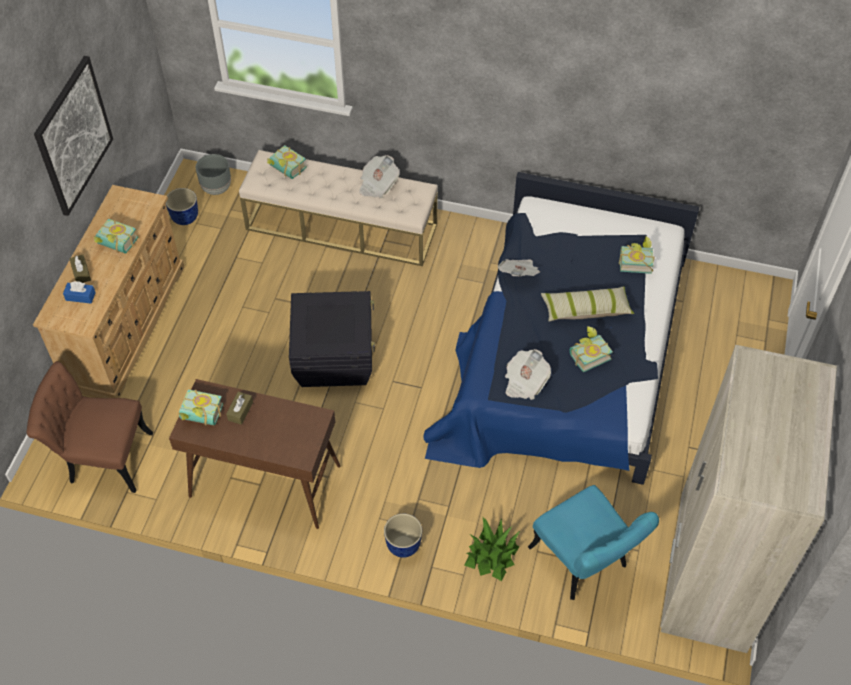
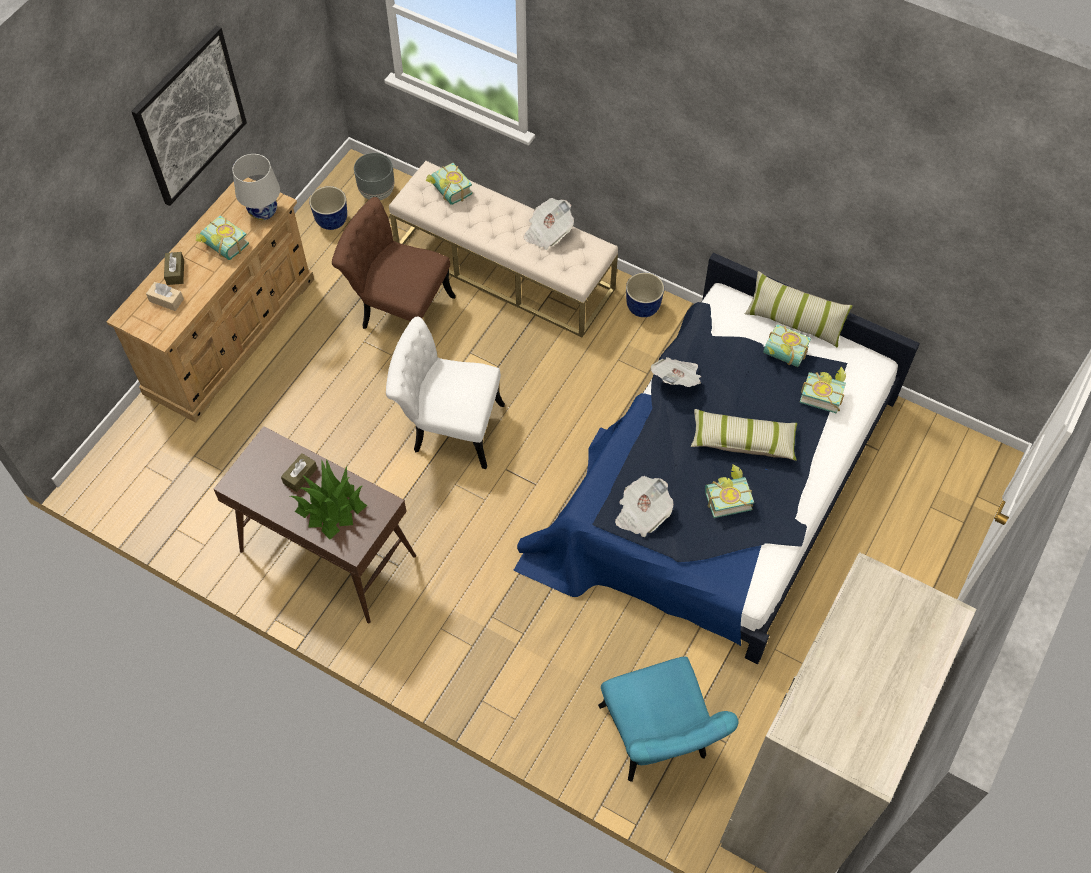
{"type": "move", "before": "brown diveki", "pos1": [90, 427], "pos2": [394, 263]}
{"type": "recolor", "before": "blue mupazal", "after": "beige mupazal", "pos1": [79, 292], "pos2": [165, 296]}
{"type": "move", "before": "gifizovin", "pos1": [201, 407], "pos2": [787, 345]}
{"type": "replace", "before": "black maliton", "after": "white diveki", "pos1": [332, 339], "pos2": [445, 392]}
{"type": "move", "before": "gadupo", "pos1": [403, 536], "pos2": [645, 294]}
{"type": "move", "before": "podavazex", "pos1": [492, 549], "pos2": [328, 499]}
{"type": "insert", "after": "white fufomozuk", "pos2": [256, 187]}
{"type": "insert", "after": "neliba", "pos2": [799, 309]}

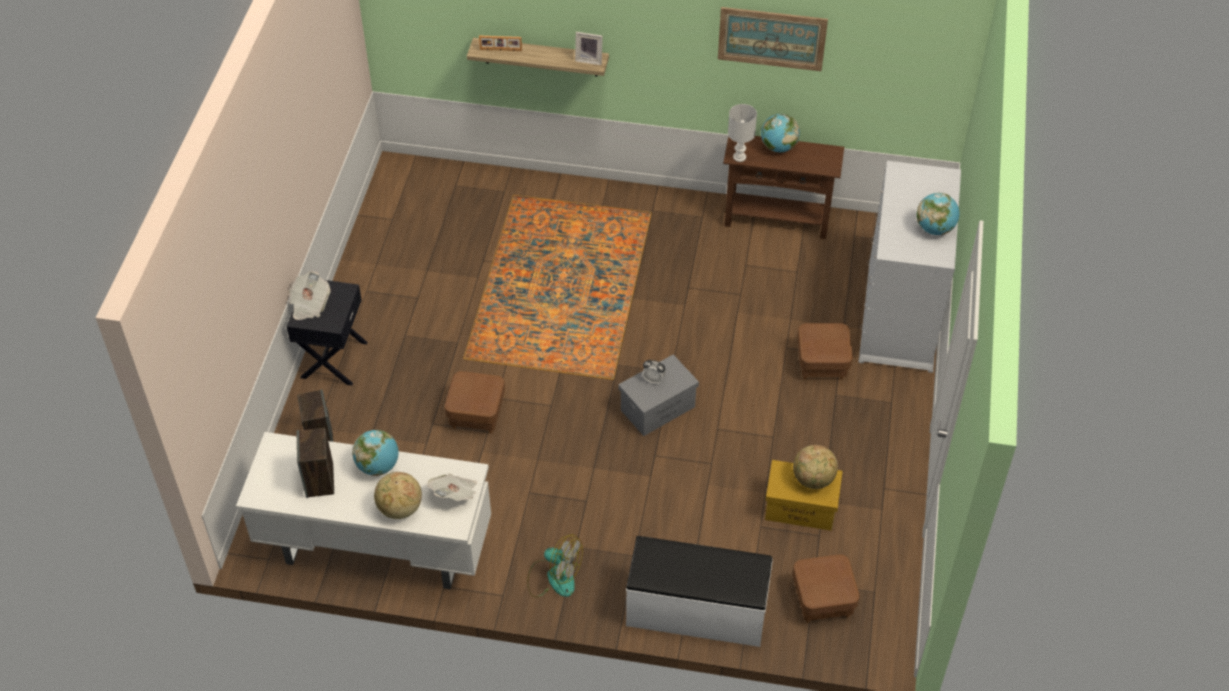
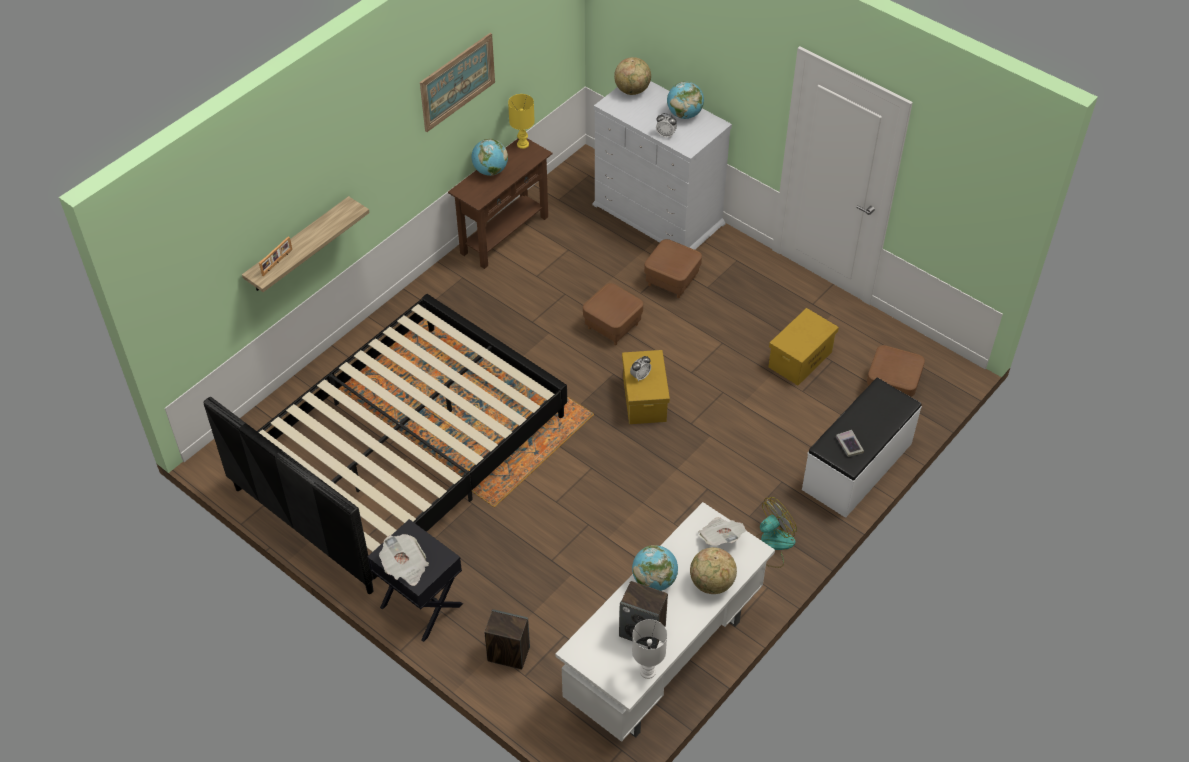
{"type": "move", "before": "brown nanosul", "pos1": [475, 402], "pos2": [613, 314]}
{"type": "delete", "before": "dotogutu", "pos1": [589, 48]}
{"type": "recolor", "before": "grey maliton", "after": "yellow maliton", "pos1": [658, 395], "pos2": [646, 387]}
{"type": "move", "before": "white fufomozuk", "pos1": [742, 133], "pos2": [649, 649]}
{"type": "move", "before": "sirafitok", "pos1": [815, 467], "pos2": [632, 76]}
{"type": "insert", "after": "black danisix", "pos2": [385, 444]}
{"type": "insert", "after": "yellow fufomozuk", "pos2": [521, 121]}
{"type": "insert", "after": "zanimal", "pos2": [666, 126]}
{"type": "insert", "after": "gifizovin", "pos2": [850, 443]}

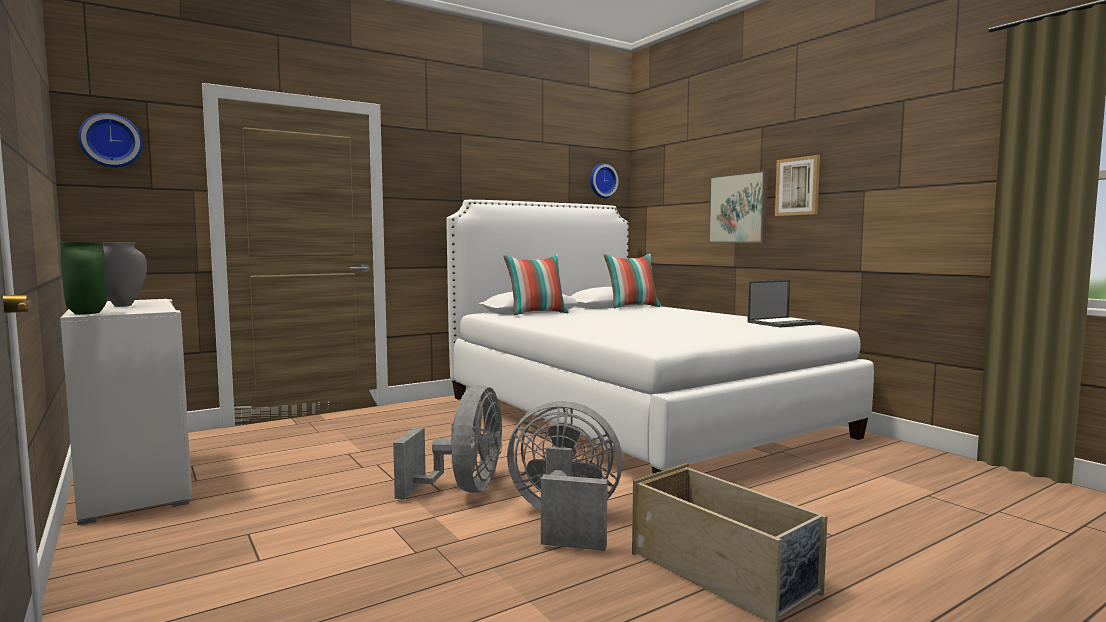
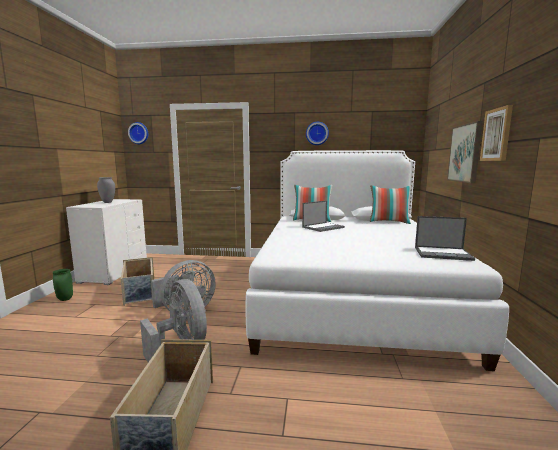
{"type": "move", "before": "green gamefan", "pos1": [83, 278], "pos2": [63, 285]}
{"type": "move", "before": "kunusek", "pos1": [604, 180], "pos2": [317, 133]}
{"type": "insert", "after": "beige maliton", "pos2": [137, 281]}
{"type": "insert", "after": "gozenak", "pos2": [323, 216]}

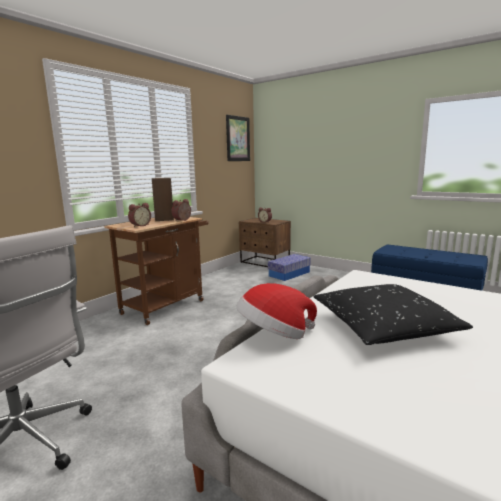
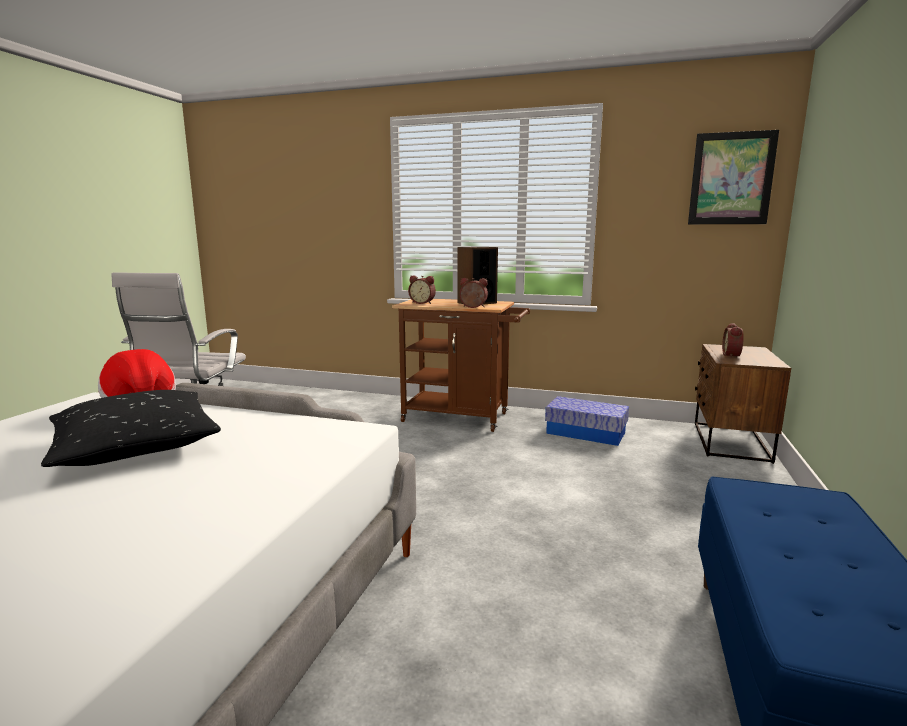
{"type": "move", "before": "maliton", "pos1": [289, 267], "pos2": [587, 421]}

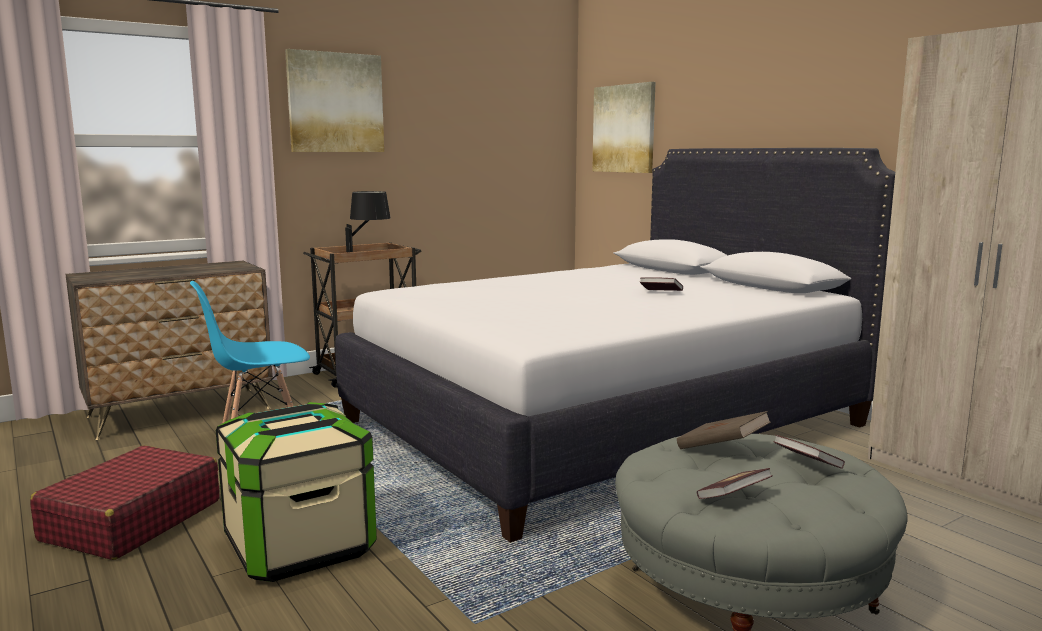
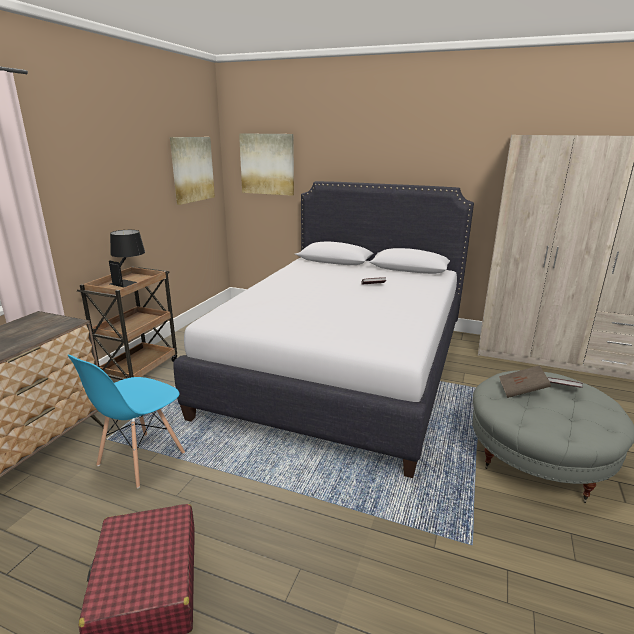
{"type": "delete", "before": "maliton", "pos1": [296, 492]}
{"type": "move", "before": "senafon", "pos1": [334, 100], "pos2": [192, 171]}
{"type": "delete", "before": "gifizovin", "pos1": [734, 483]}

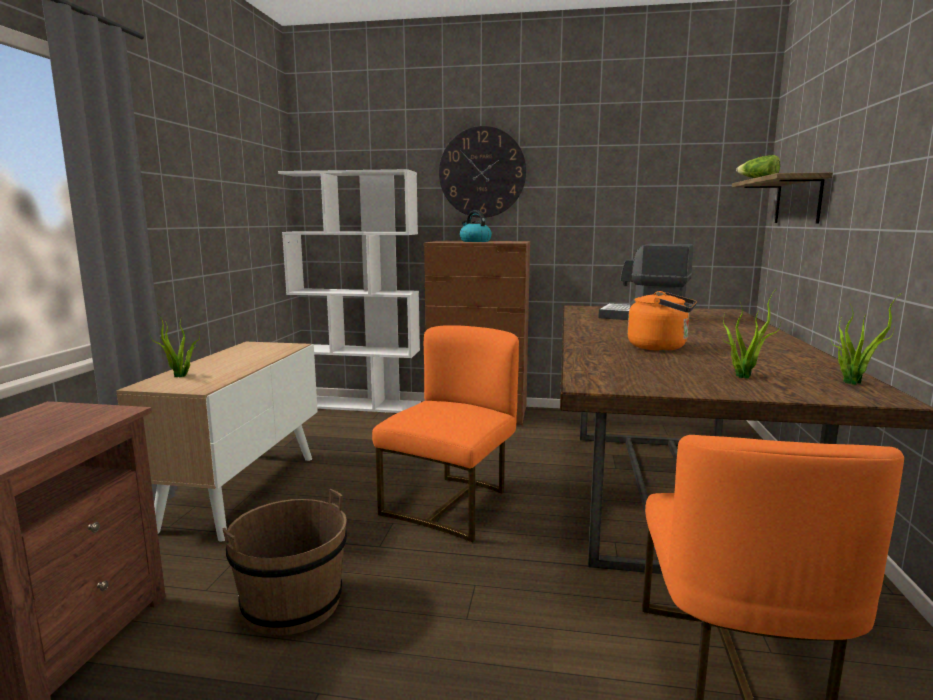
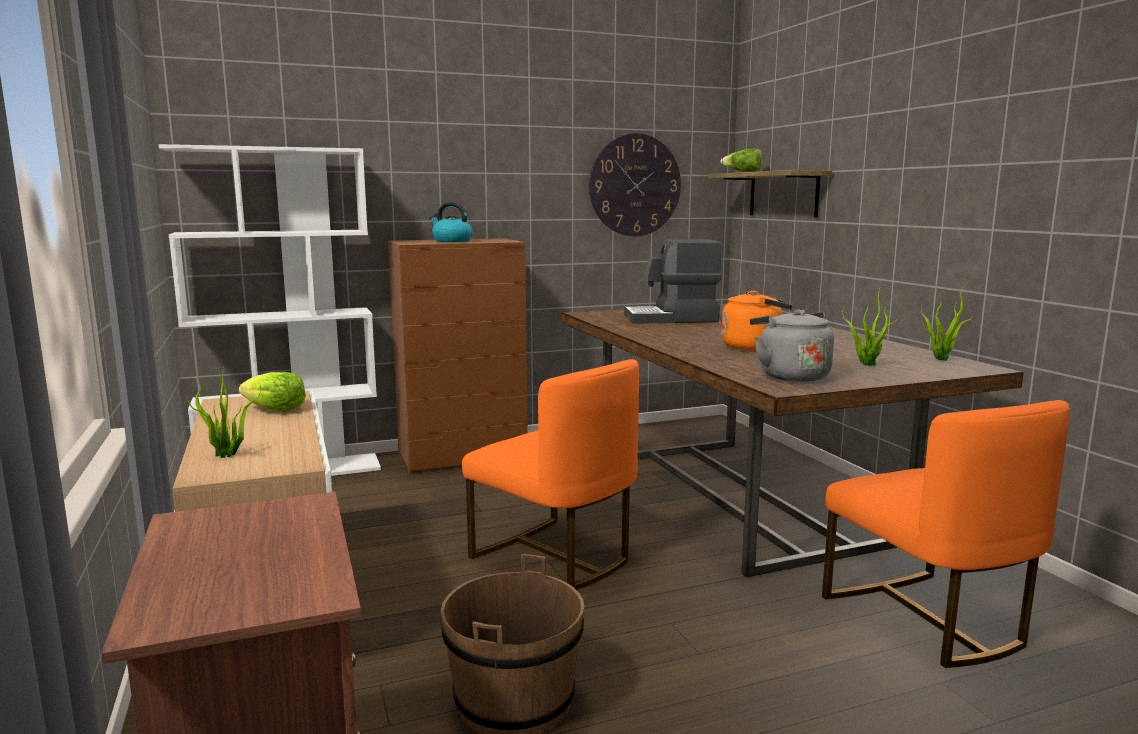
{"type": "rotate", "before": "orange diveki", "pos1": [445, 433], "pos2": [550, 474], "turn": 135}
{"type": "move", "before": "kunusek", "pos1": [482, 172], "pos2": [635, 184]}
{"type": "insert", "after": "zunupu", "pos2": [272, 392]}
{"type": "insert", "after": "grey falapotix", "pos2": [792, 345]}

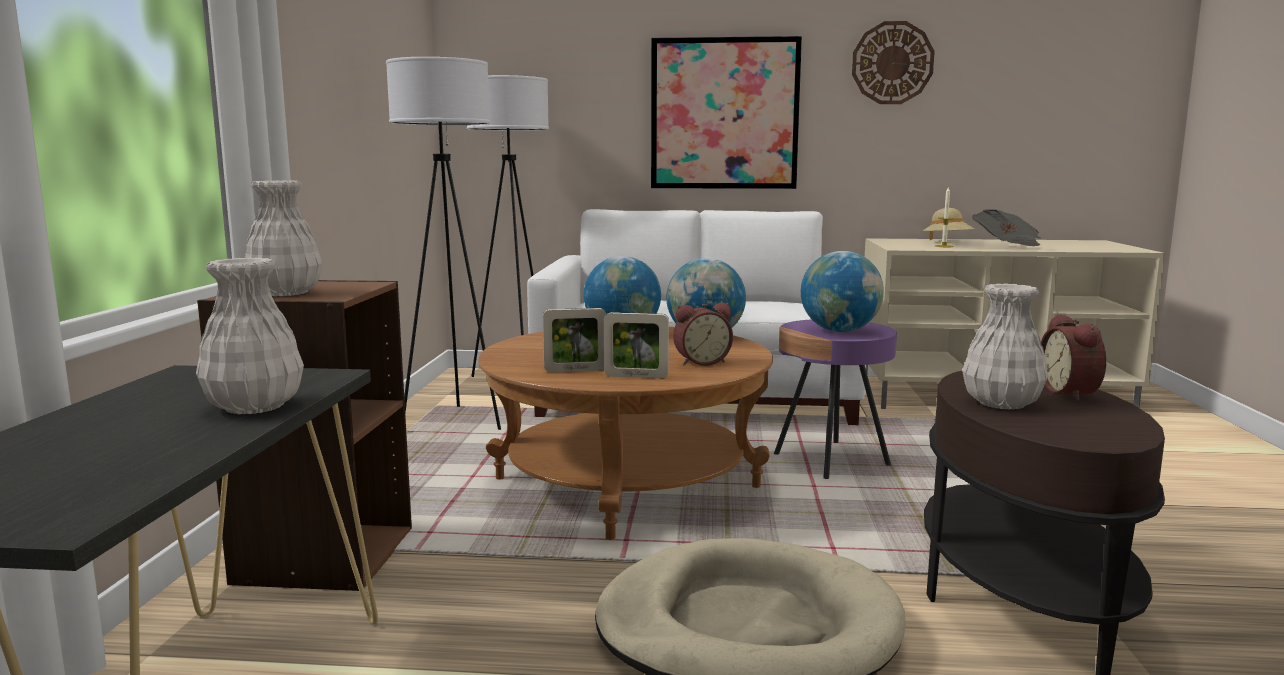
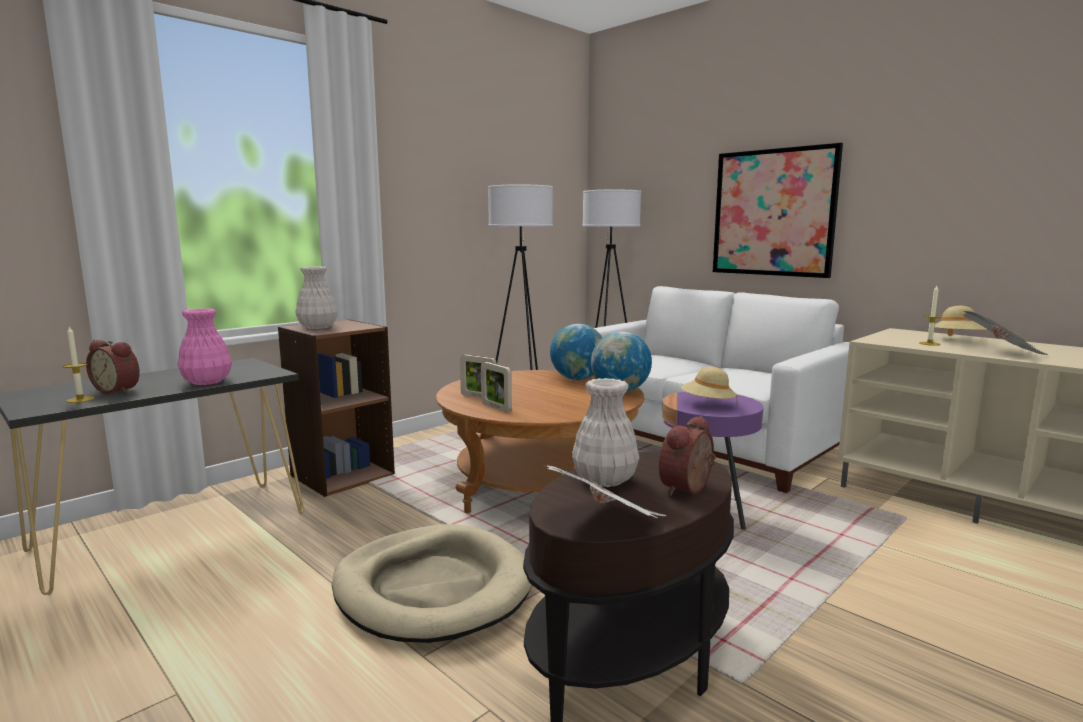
{"type": "recolor", "before": "white gamefan", "after": "pink gamefan", "pos1": [250, 336], "pos2": [204, 346]}
{"type": "move", "before": "zanimal", "pos1": [703, 334], "pos2": [113, 367]}
{"type": "replace", "before": "sirafitok", "after": "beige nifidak", "pos1": [842, 291], "pos2": [709, 384]}
{"type": "delete", "before": "kunusek", "pos1": [893, 62]}
{"type": "insert", "after": "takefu", "pos2": [79, 364]}
{"type": "insert", "after": "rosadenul", "pos2": [606, 492]}

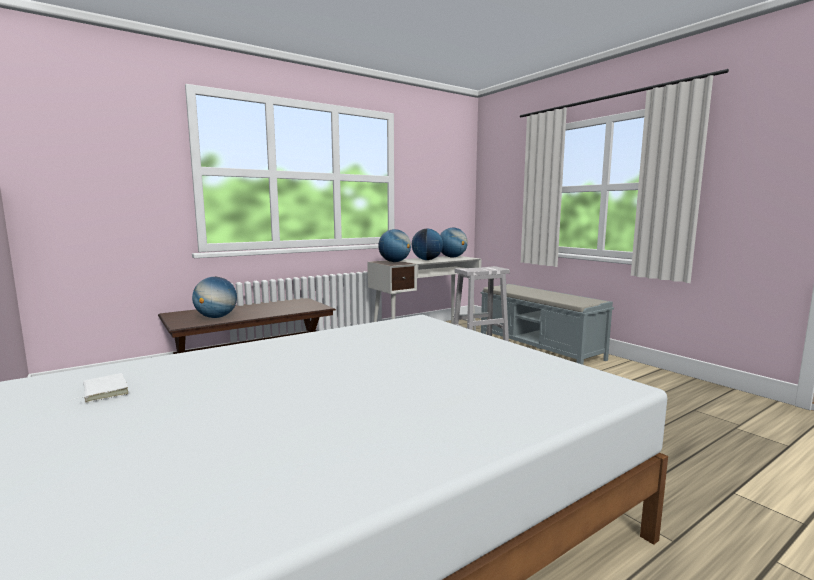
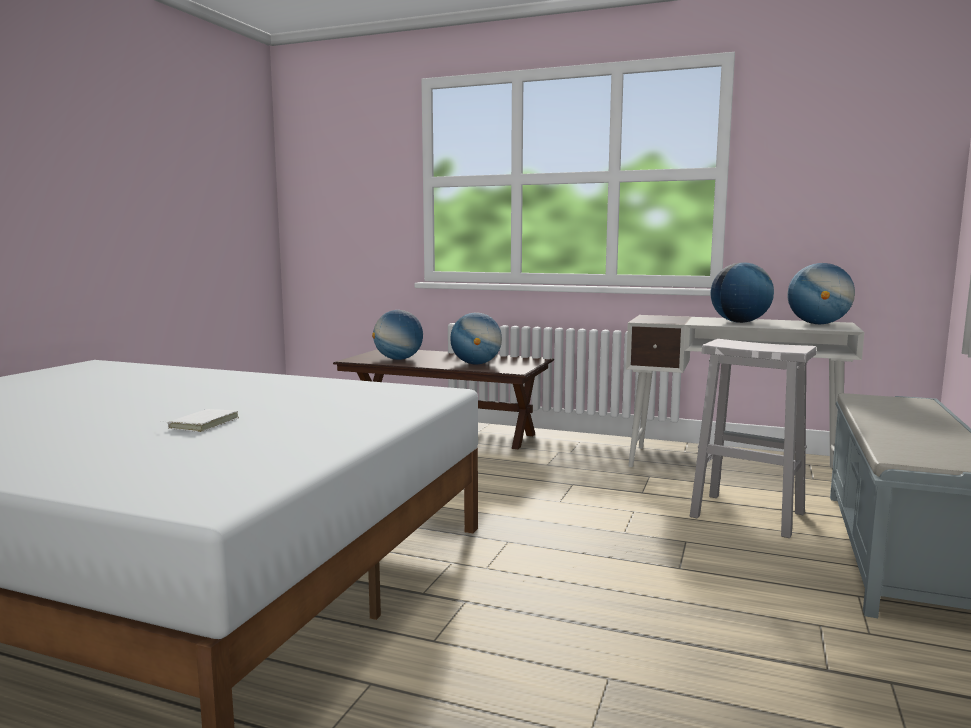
{"type": "move", "before": "white gifizovin", "pos1": [99, 388], "pos2": [202, 420]}
{"type": "move", "before": "sirafitok", "pos1": [394, 245], "pos2": [476, 338]}

